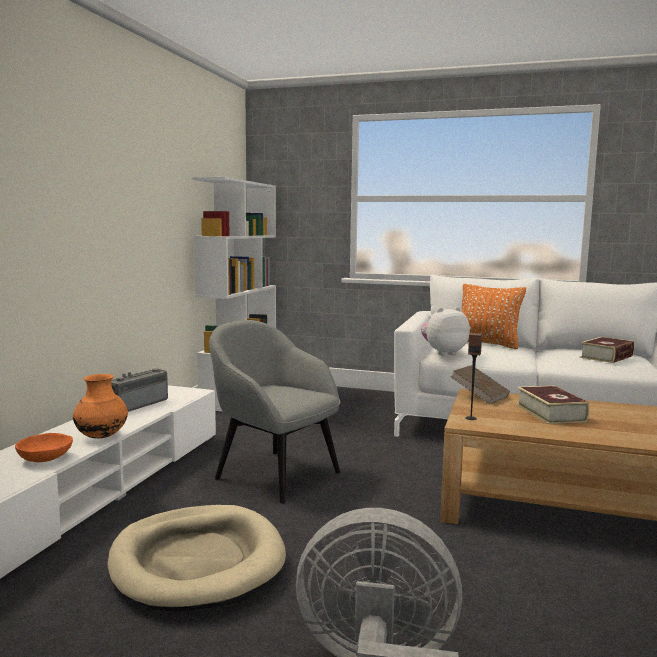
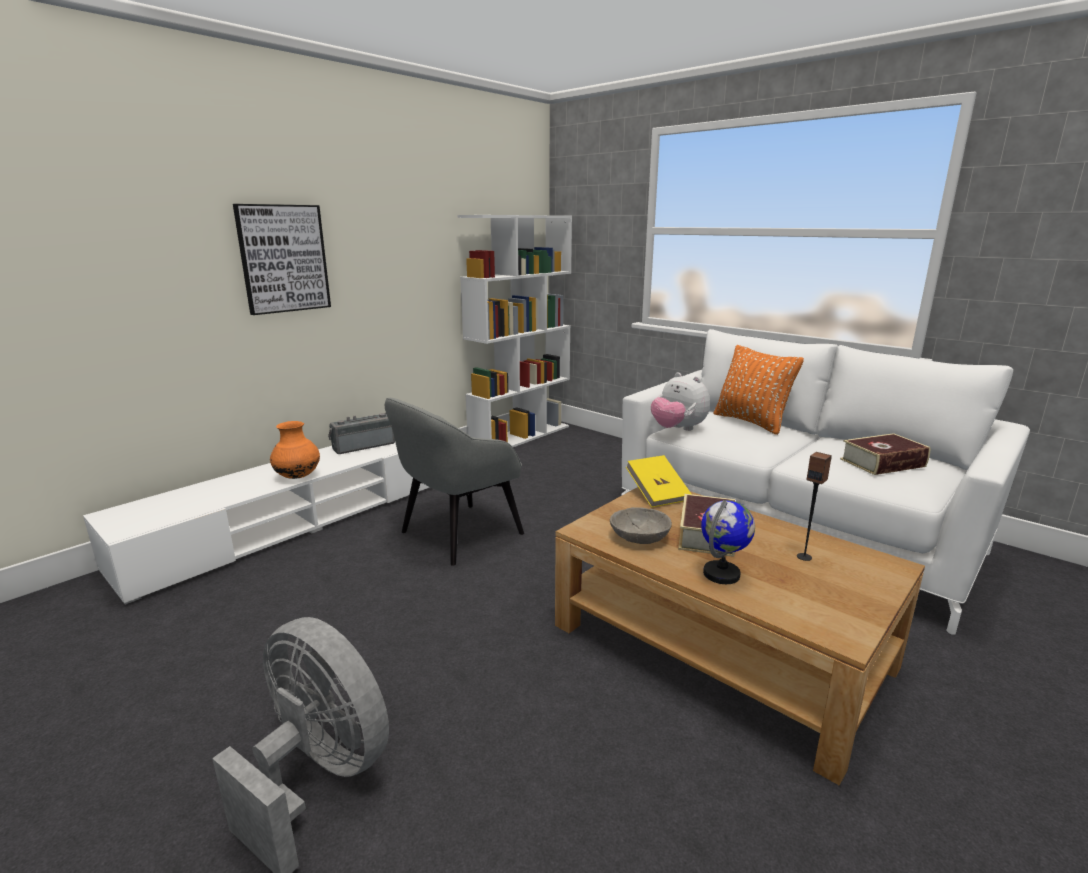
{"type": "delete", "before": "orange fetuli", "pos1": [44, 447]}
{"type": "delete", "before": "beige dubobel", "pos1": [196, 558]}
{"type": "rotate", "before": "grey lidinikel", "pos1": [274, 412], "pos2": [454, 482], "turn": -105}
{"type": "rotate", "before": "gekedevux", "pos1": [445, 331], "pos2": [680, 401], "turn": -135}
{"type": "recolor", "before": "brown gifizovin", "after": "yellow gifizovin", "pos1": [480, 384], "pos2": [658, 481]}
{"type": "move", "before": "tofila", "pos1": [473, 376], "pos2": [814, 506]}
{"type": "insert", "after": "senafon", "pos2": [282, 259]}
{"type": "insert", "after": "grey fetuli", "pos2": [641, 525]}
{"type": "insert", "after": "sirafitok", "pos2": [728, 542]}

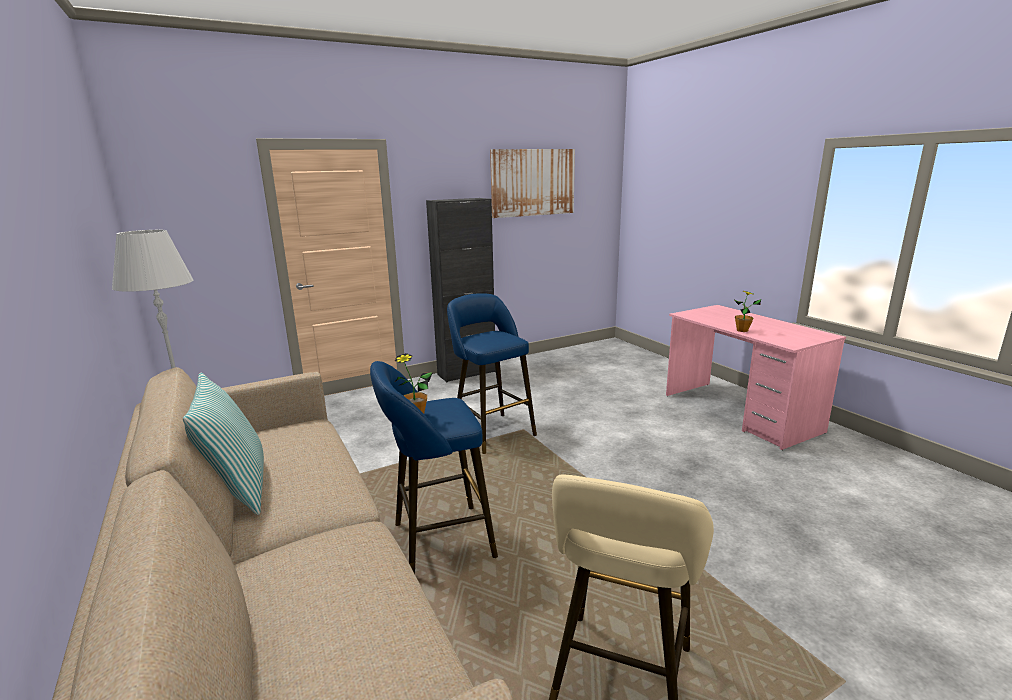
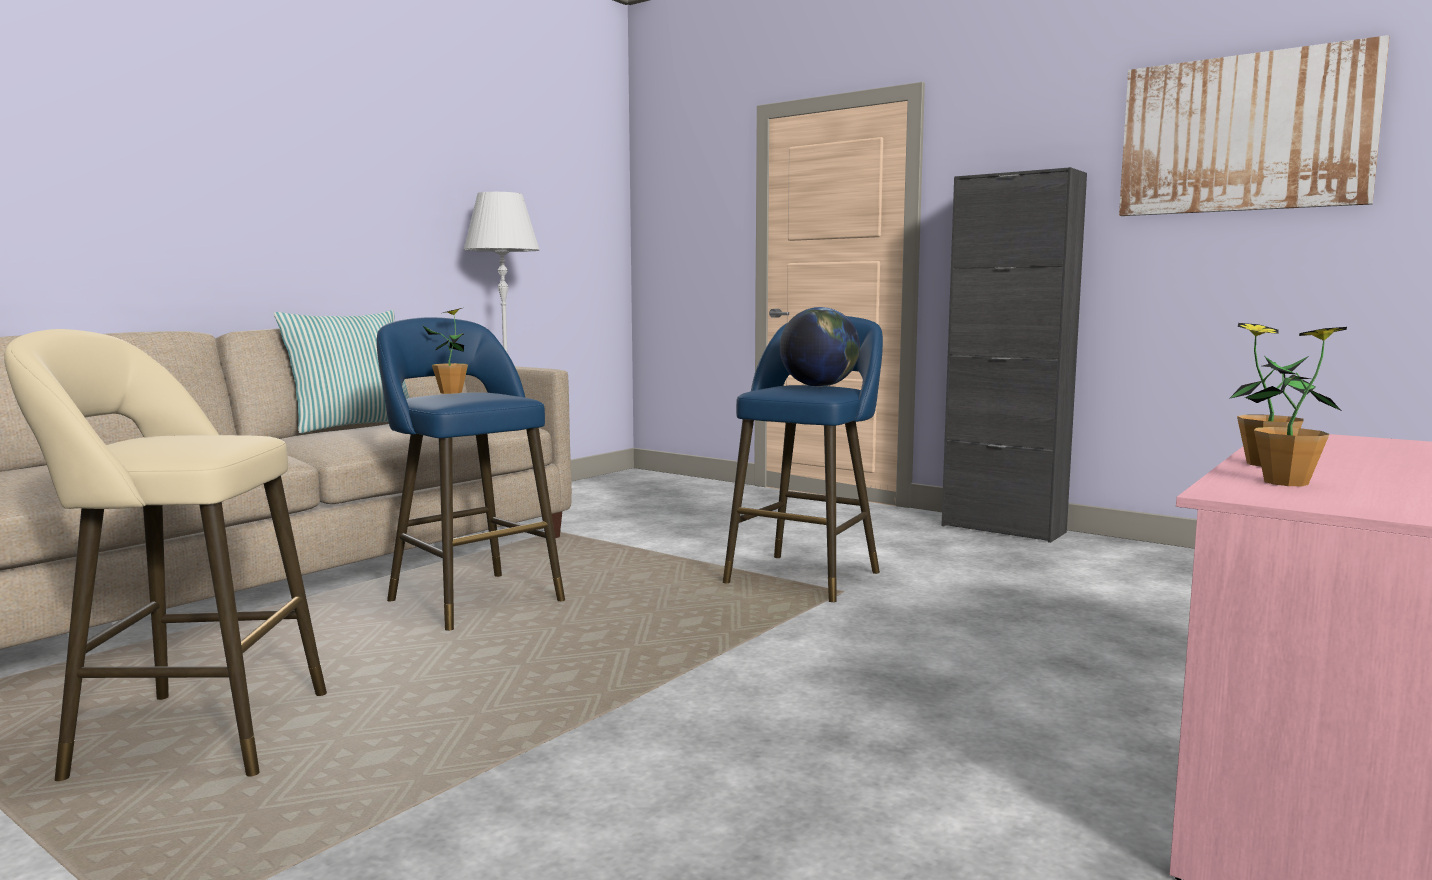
{"type": "insert", "after": "sirafitok", "pos2": [820, 347]}
{"type": "insert", "after": "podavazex", "pos2": [1296, 406]}

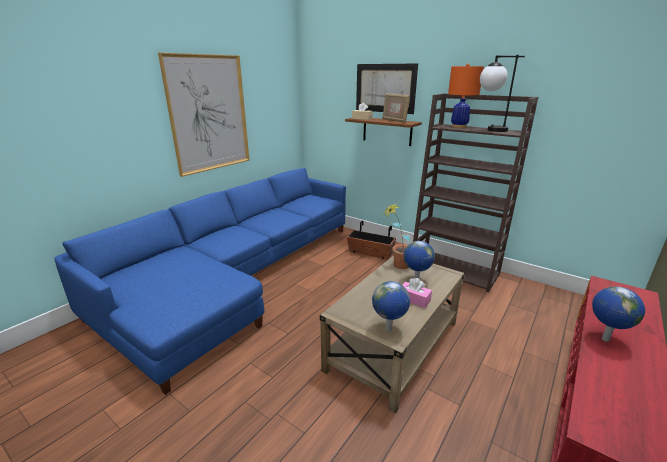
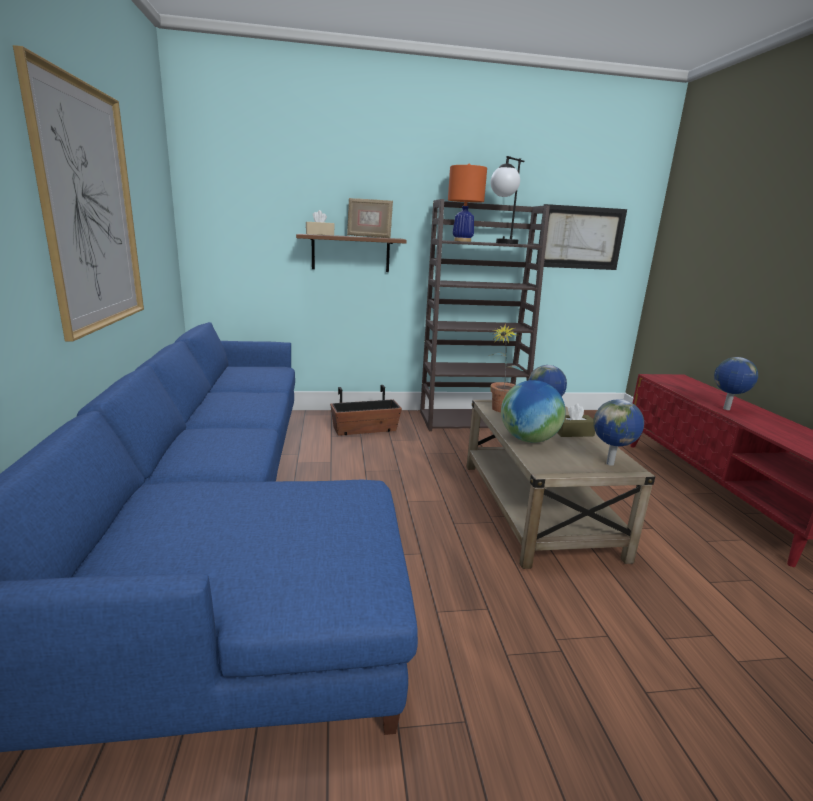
{"type": "move", "before": "senafon", "pos1": [387, 88], "pos2": [581, 237]}
{"type": "recolor", "before": "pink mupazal", "after": "brown mupazal", "pos1": [417, 293], "pos2": [576, 420]}
{"type": "insert", "after": "sirafitok", "pos2": [533, 411]}

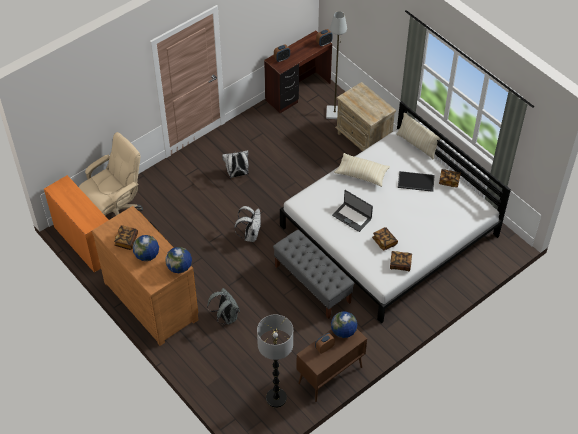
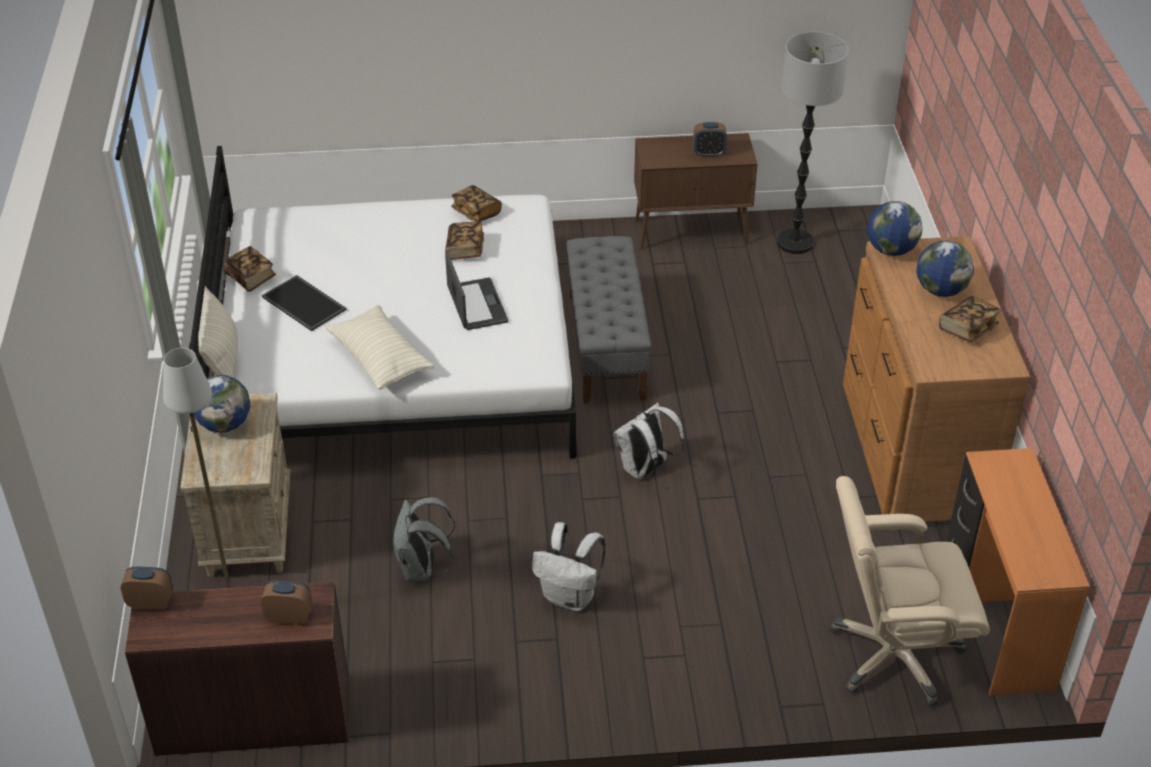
{"type": "move", "before": "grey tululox", "pos1": [223, 306], "pos2": [423, 539]}
{"type": "move", "before": "sirafitok", "pos1": [344, 325], "pos2": [222, 404]}

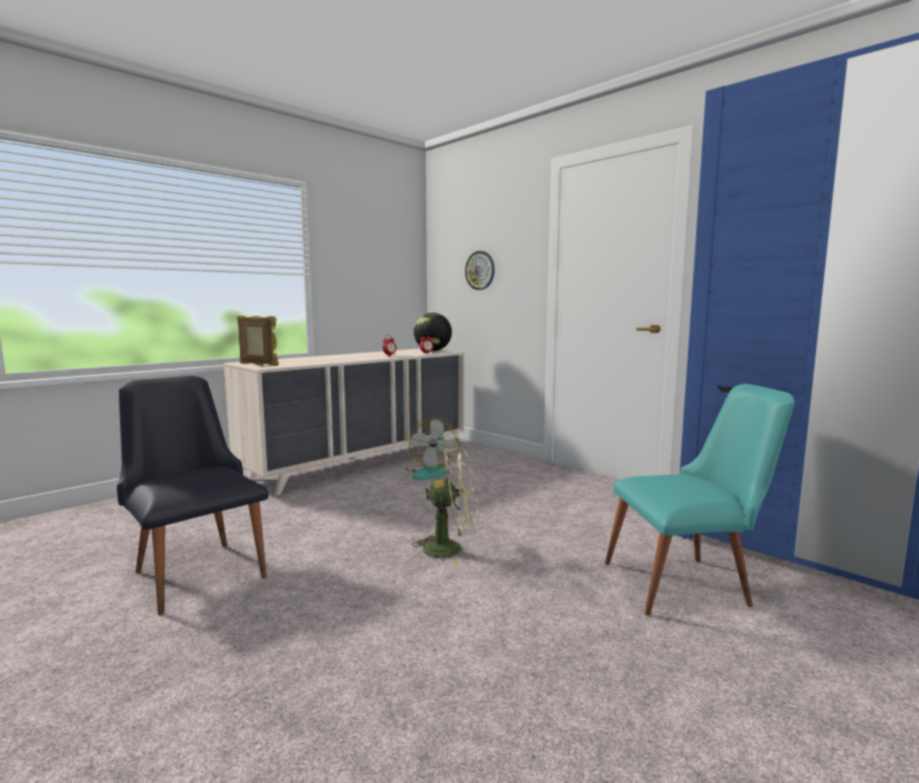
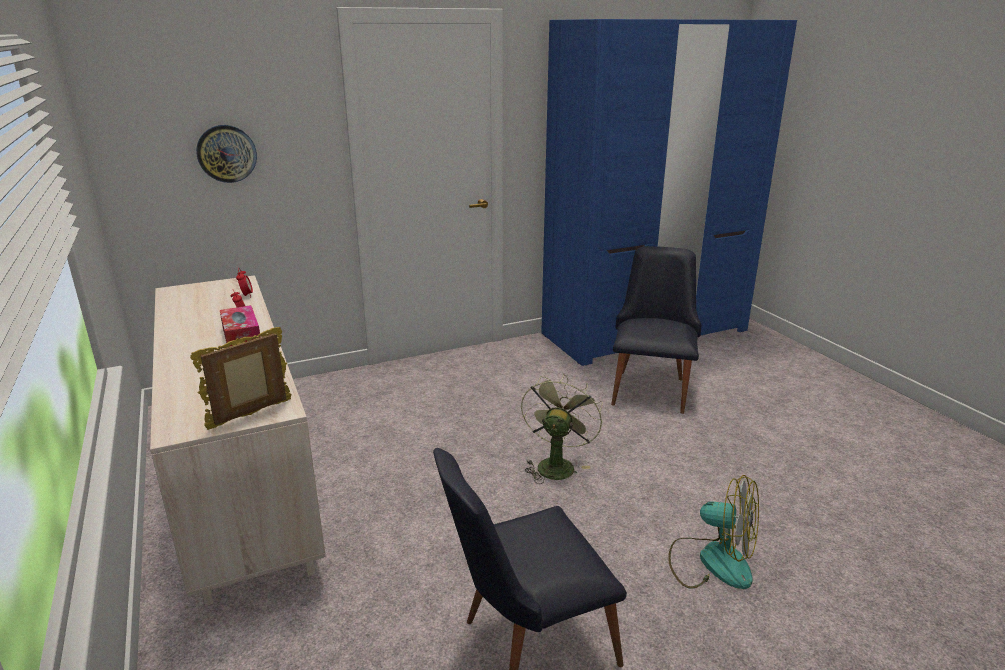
{"type": "move", "before": "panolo", "pos1": [432, 448], "pos2": [713, 532]}
{"type": "delete", "before": "sirafitok", "pos1": [433, 332]}
{"type": "recolor", "before": "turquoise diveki", "after": "black diveki", "pos1": [700, 500], "pos2": [656, 330]}
{"type": "insert", "after": "mupazal", "pos2": [240, 325]}

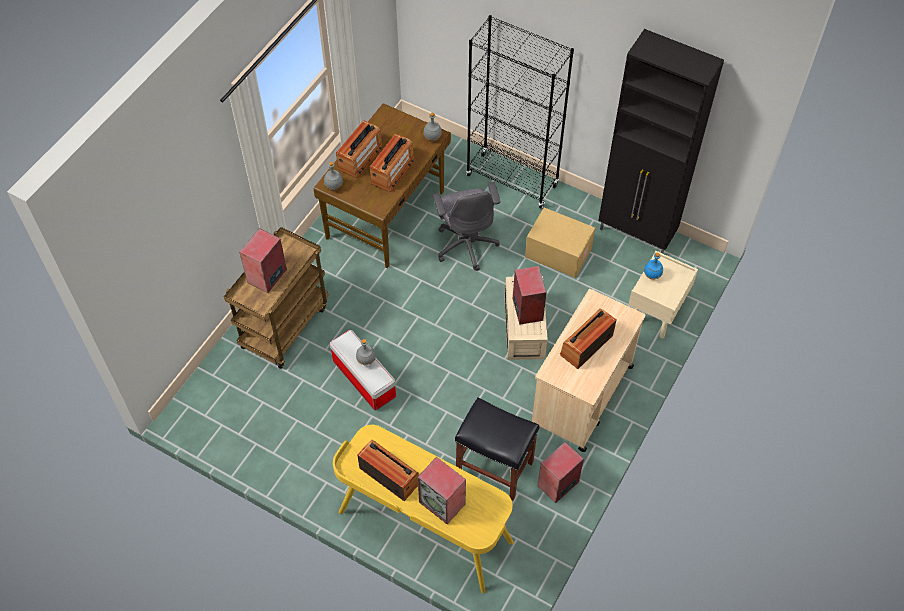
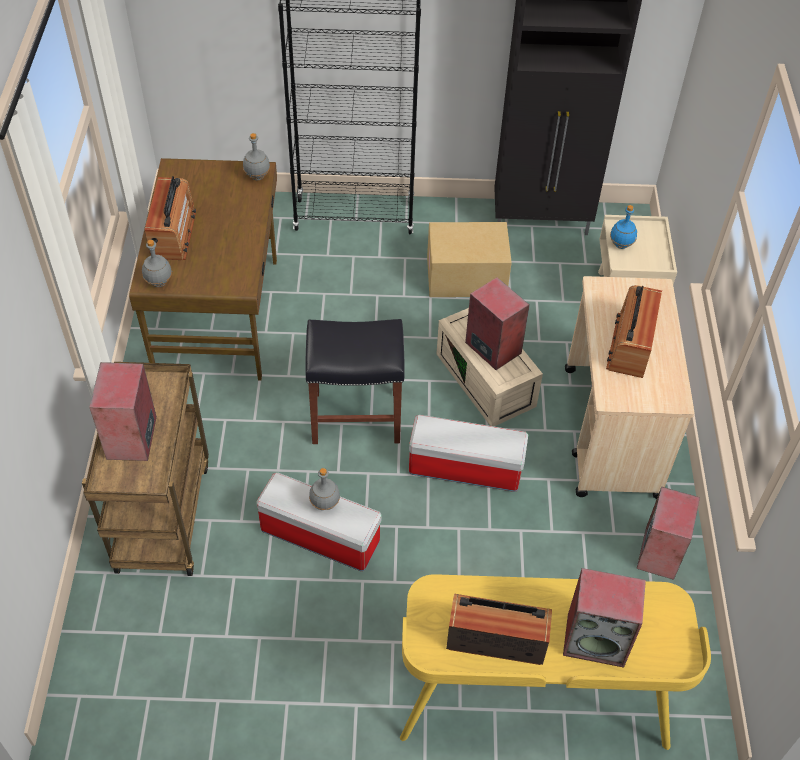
{"type": "delete", "before": "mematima", "pos1": [392, 162]}
{"type": "delete", "before": "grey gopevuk", "pos1": [466, 226]}
{"type": "move", "before": "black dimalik", "pos1": [497, 449], "pos2": [355, 381]}
{"type": "insert", "after": "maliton", "pos2": [468, 453]}

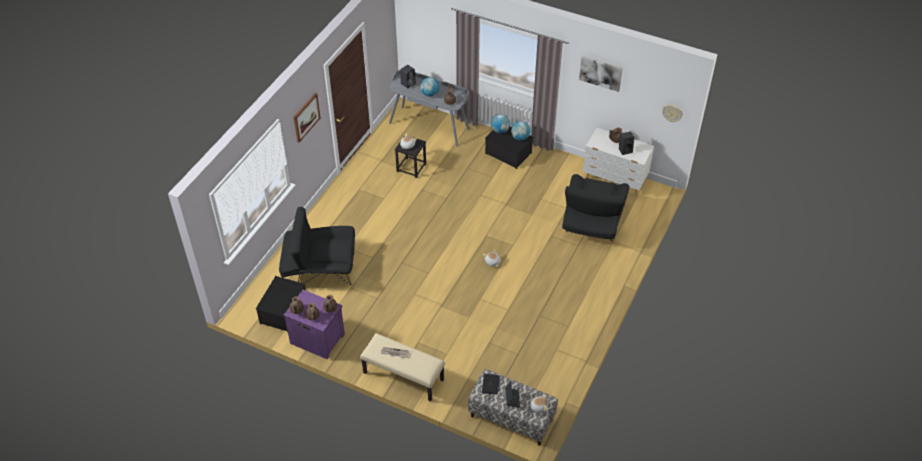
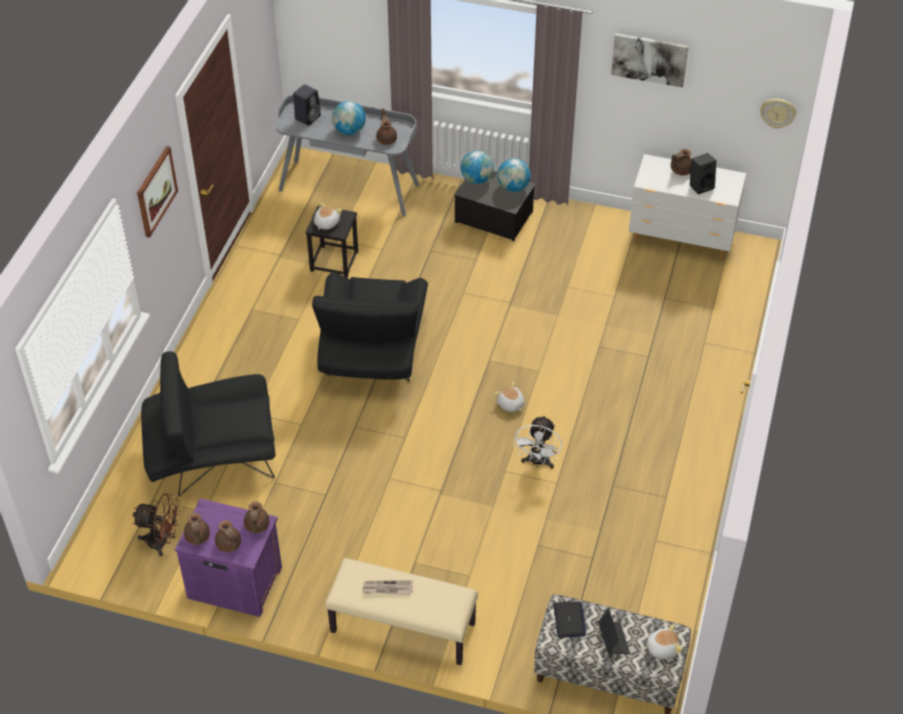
{"type": "replace", "before": "maliton", "after": "brown panolo", "pos1": [281, 304], "pos2": [157, 524]}
{"type": "move", "before": "black lidinikel", "pos1": [596, 207], "pos2": [370, 327]}
{"type": "insert", "after": "white panolo", "pos2": [537, 441]}

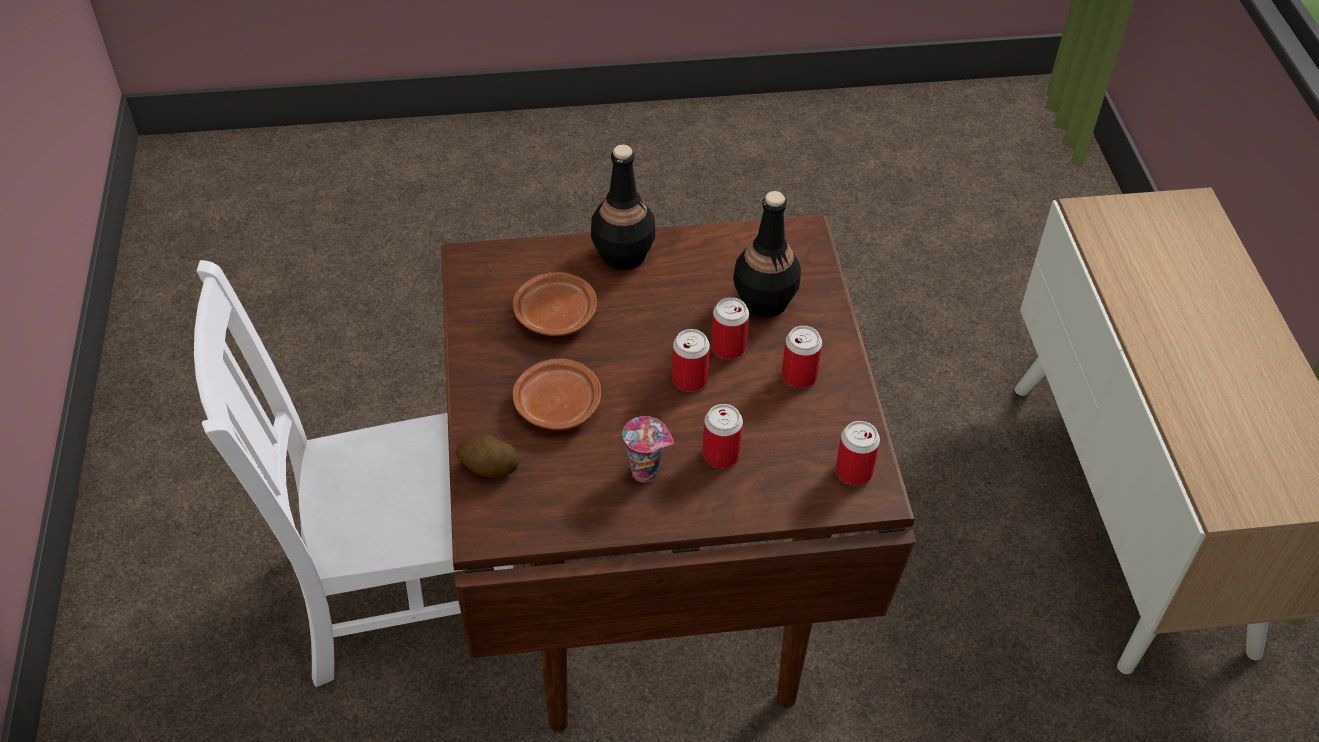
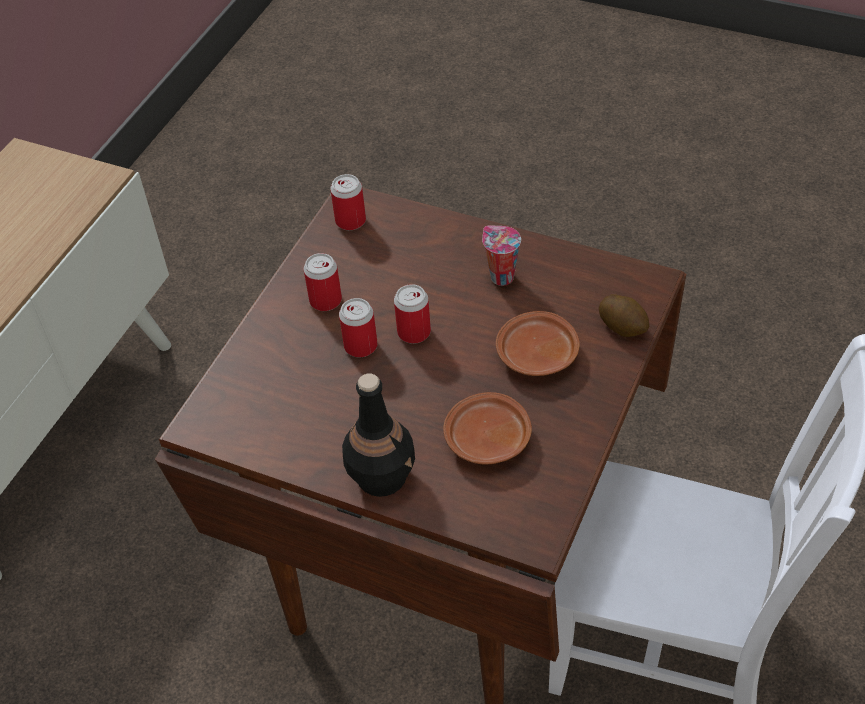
{"type": "delete", "before": "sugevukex", "pos1": [722, 436]}
{"type": "delete", "before": "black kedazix", "pos1": [767, 254]}

